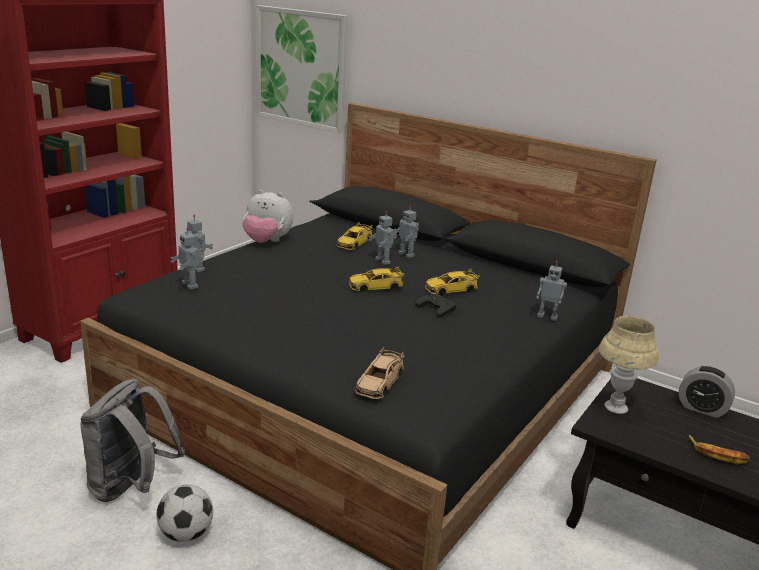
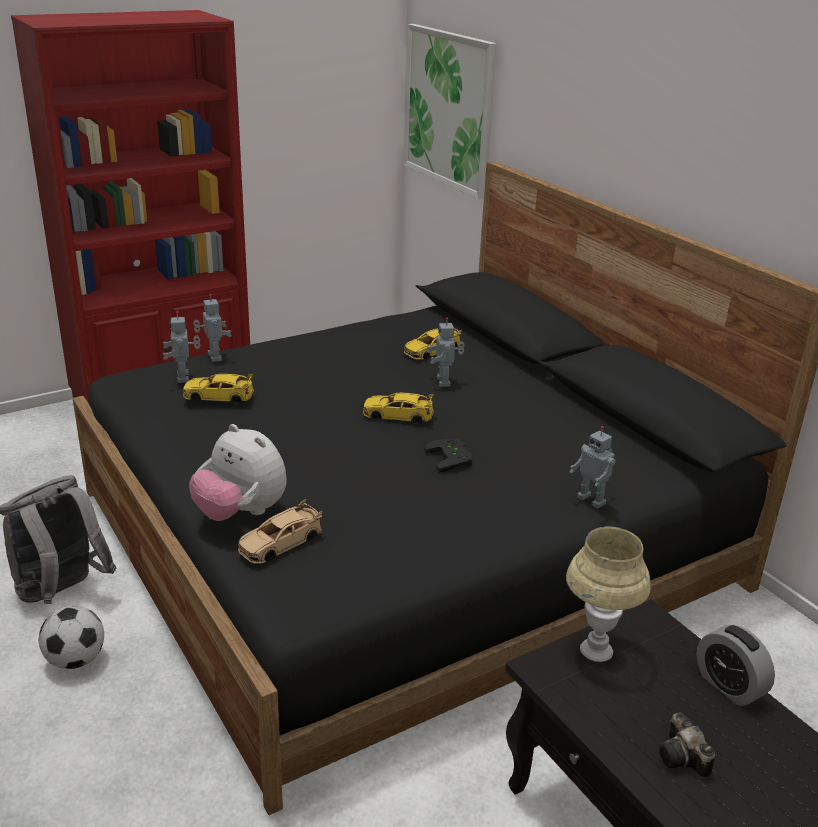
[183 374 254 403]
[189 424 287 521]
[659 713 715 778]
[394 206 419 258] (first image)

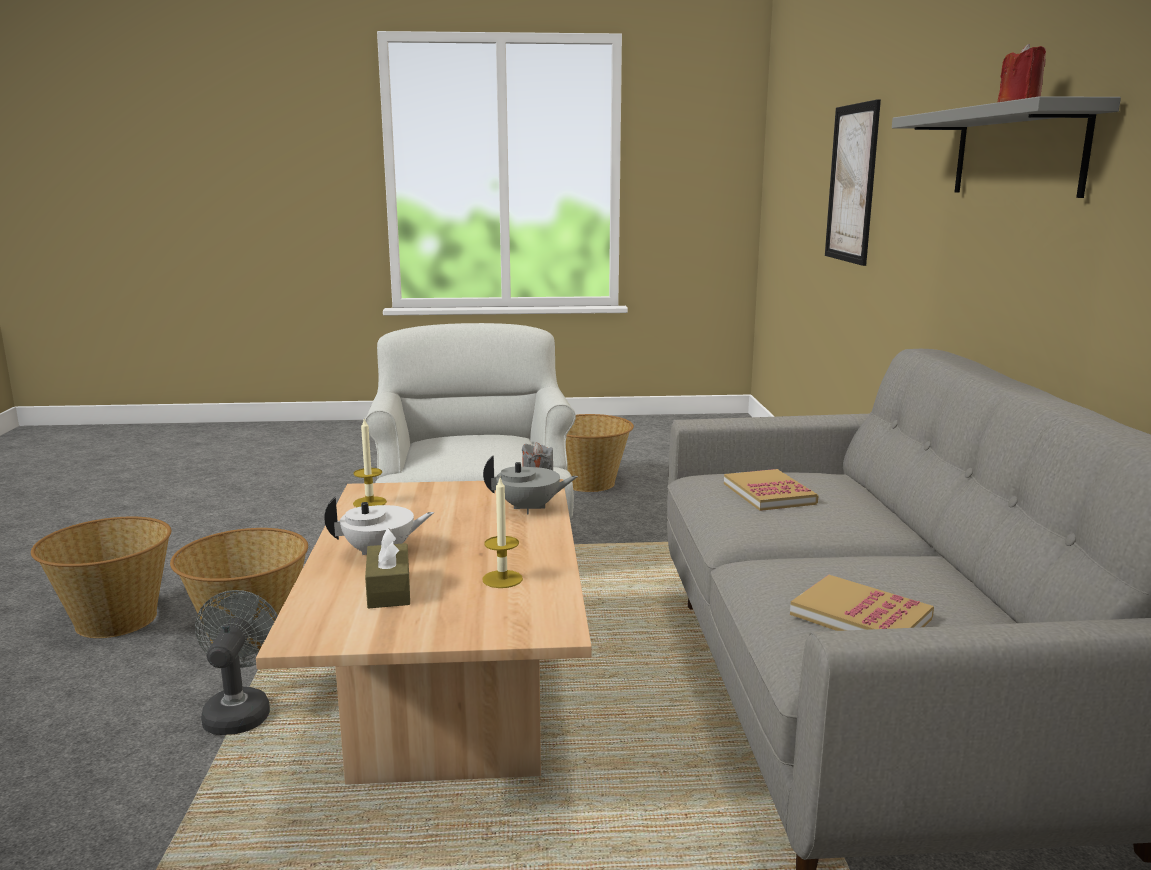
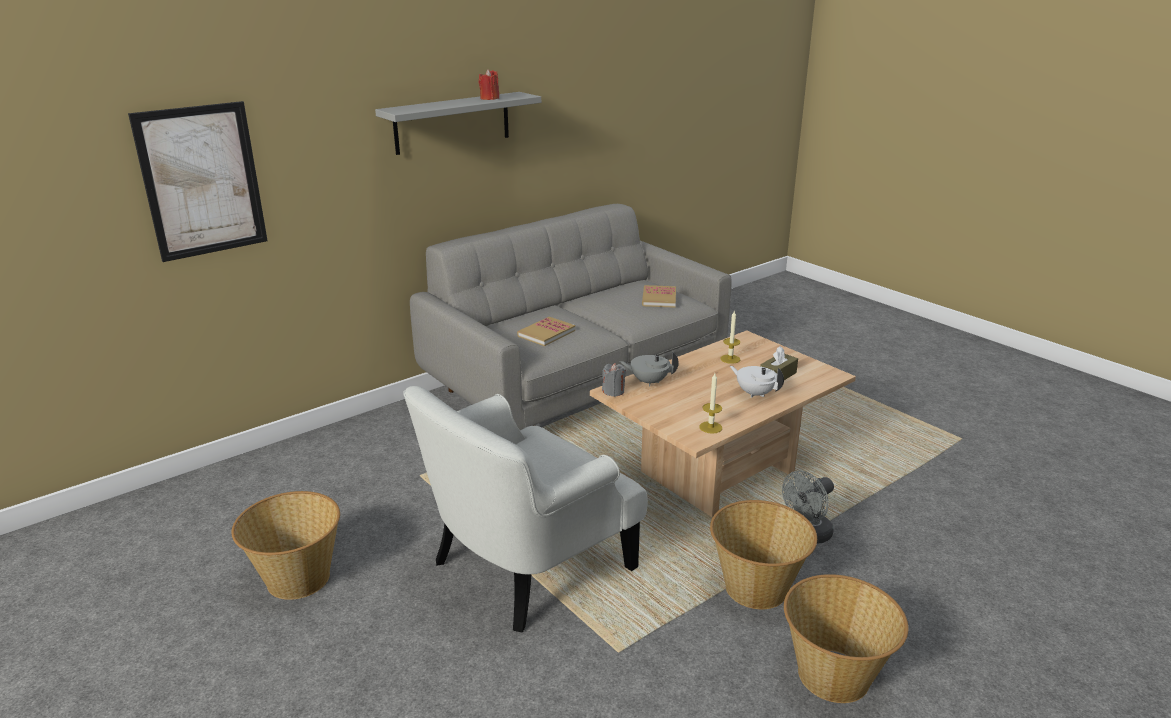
[620 352 679 386]

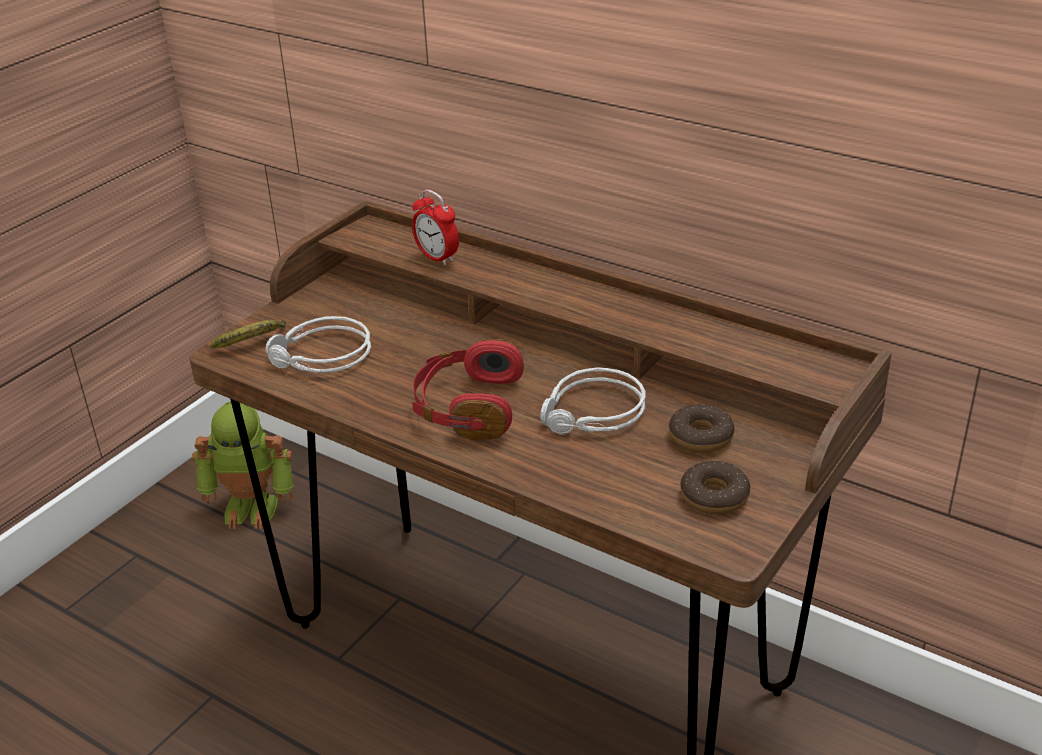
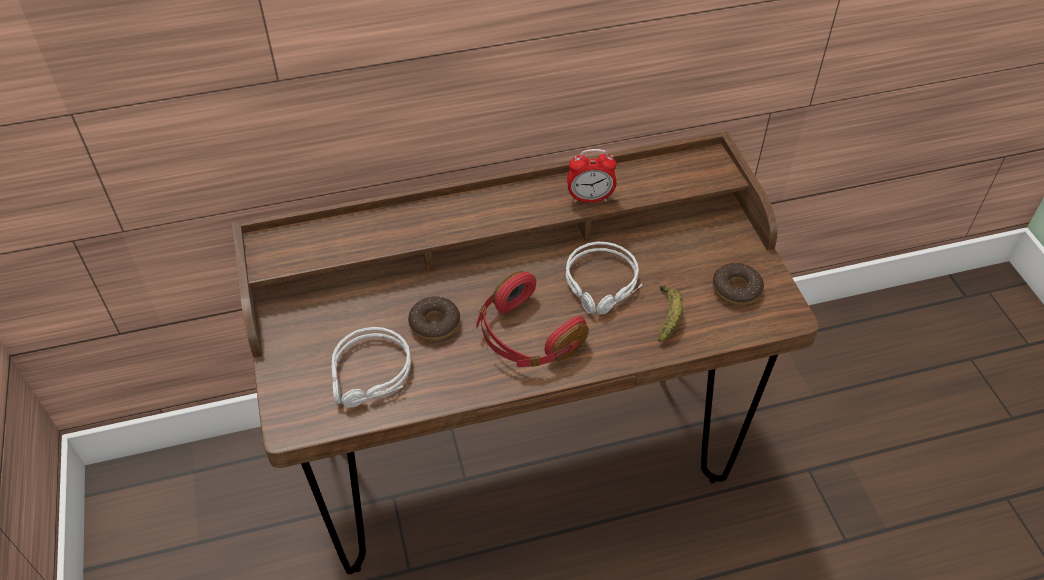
[408 296 460 341]
[567 149 617 203]
[658 285 683 342]
[192 401 294 529] (first image)

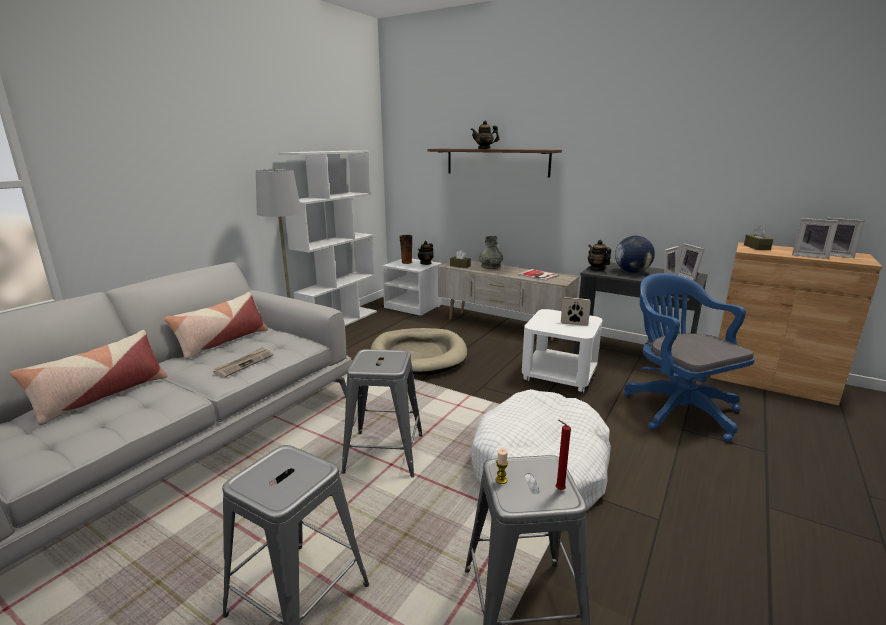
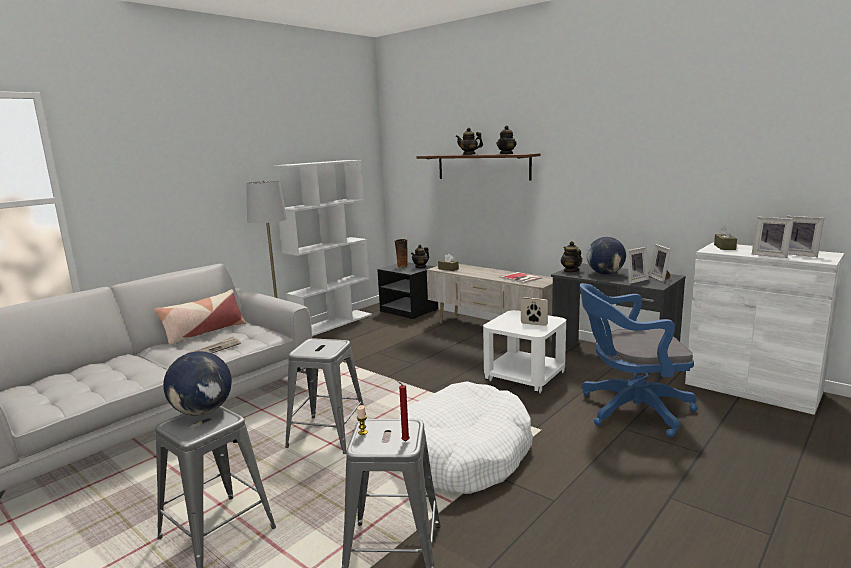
[163 351 232 416]
[377 262 438 319]
[497 126 517 154]
[580 283 698 438]
[685 242 844 415]
[10 330 167 425] (first image)
[371 328 467 375] (first image)
[479 236 503 269] (first image)

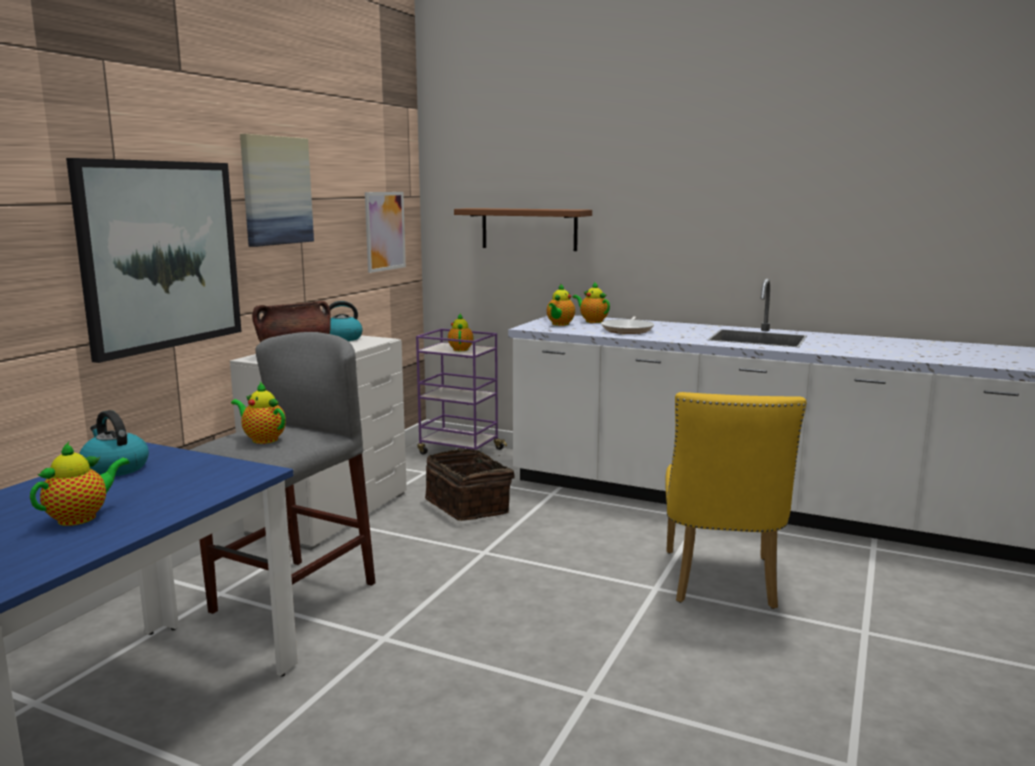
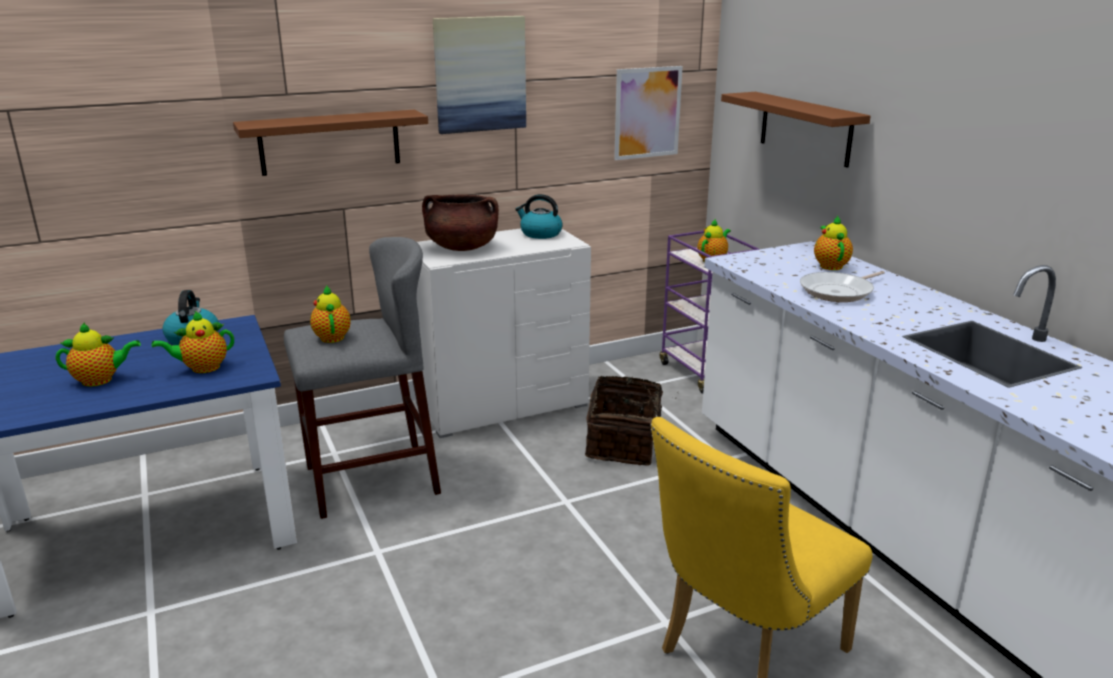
[152 311 234 373]
[233 110 428 176]

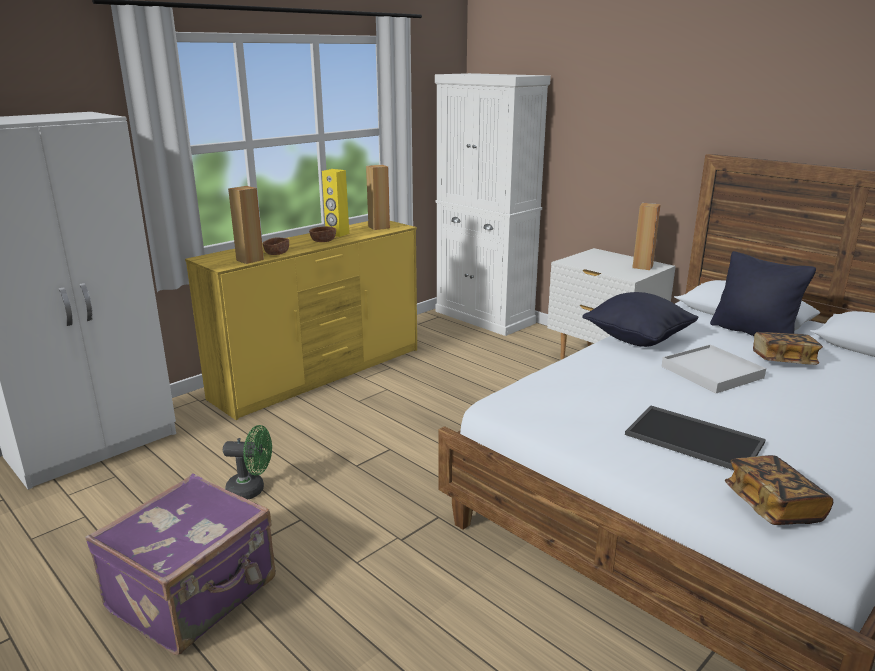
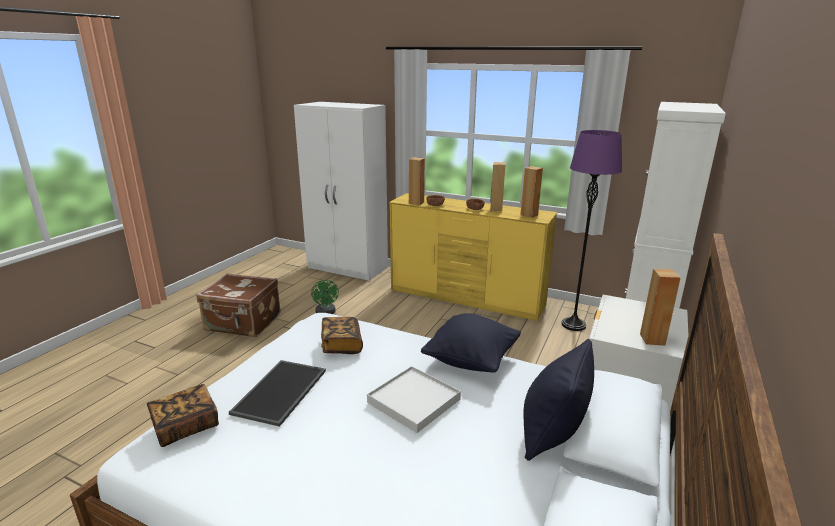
[197 273 281 337]
[321 317 363 354]
[490 162 505 211]
[562 130 622 331]

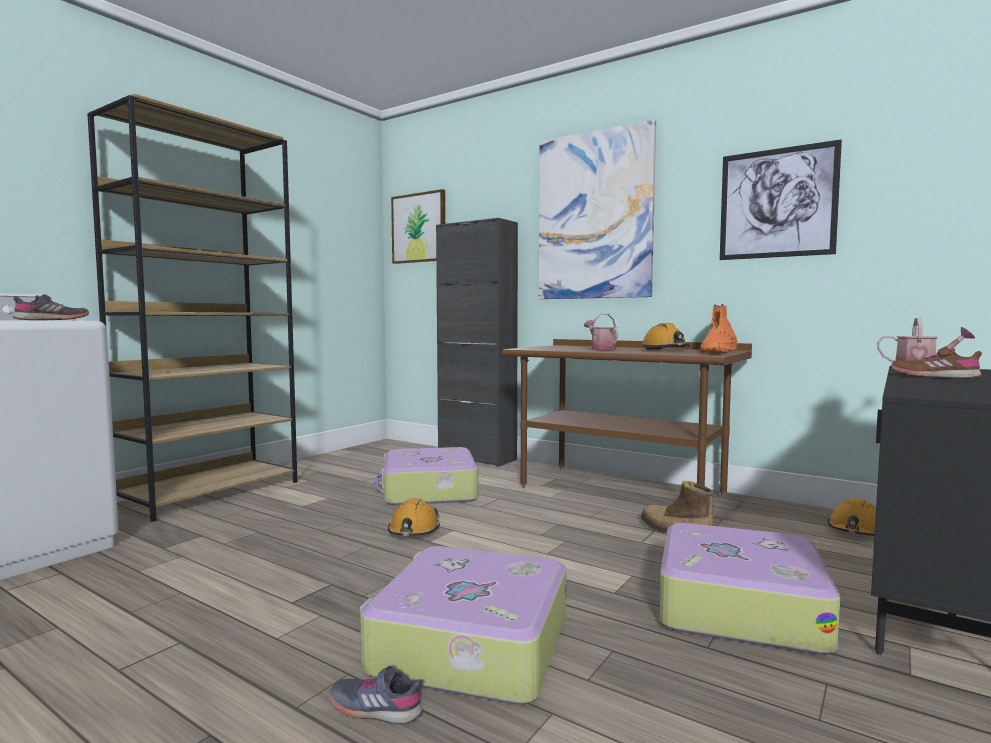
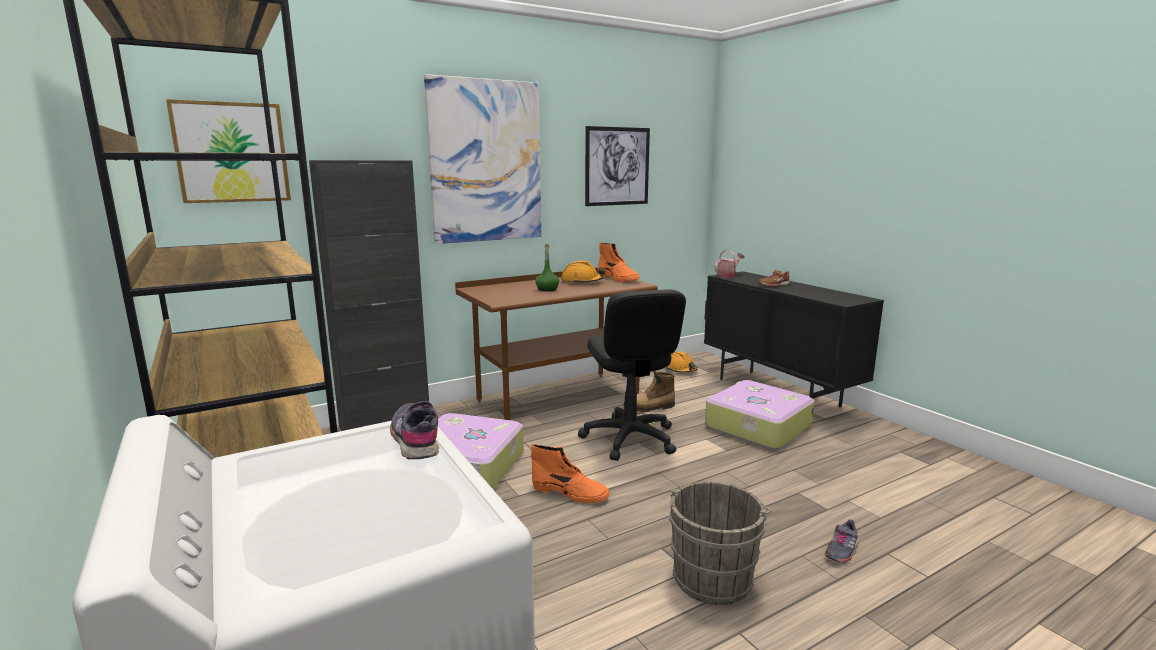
[531 444 610 503]
[535 244 559 291]
[578 289 686 461]
[669 481 771 605]
[360 546 566 704] (first image)

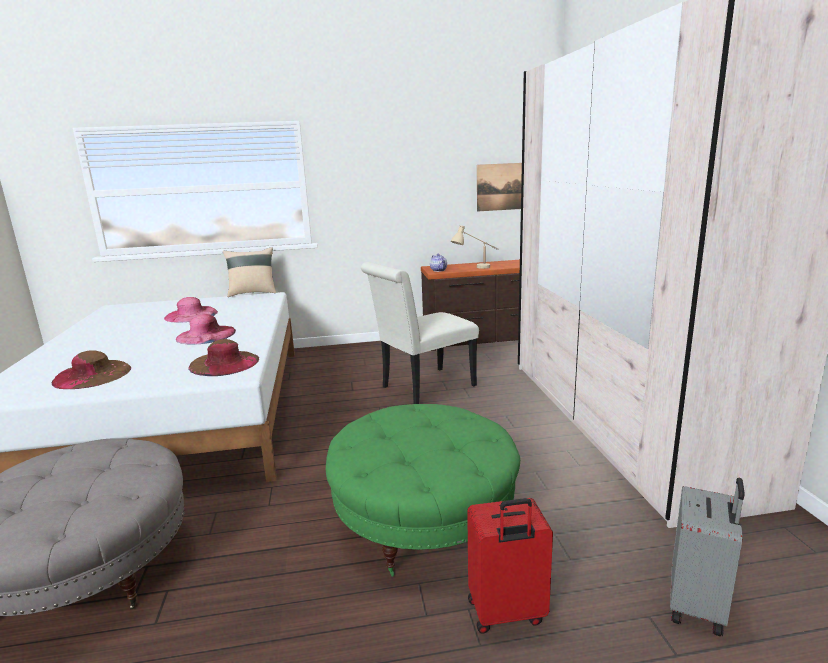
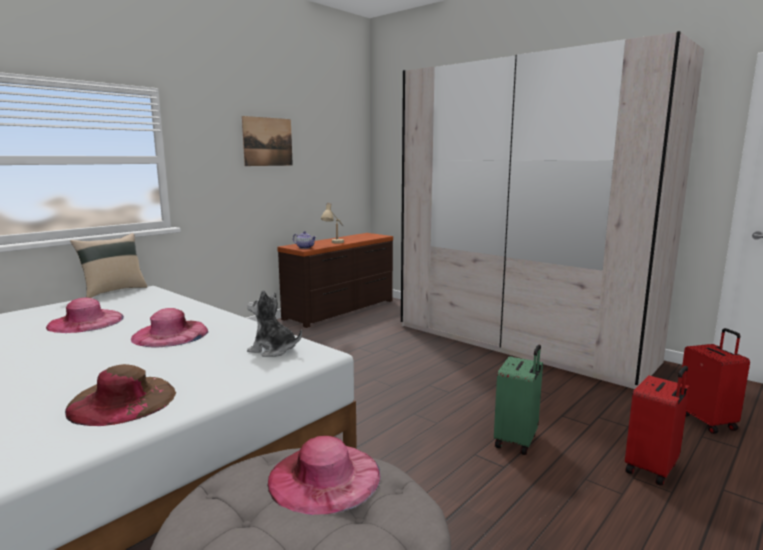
[242 116 293 166]
[247 290 302 357]
[267 436 381 515]
[494 345 543 455]
[681 328 750 434]
[361 262 479 404] (first image)

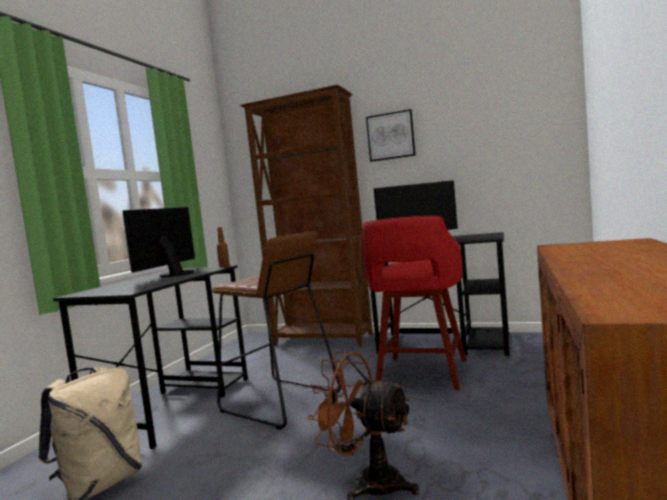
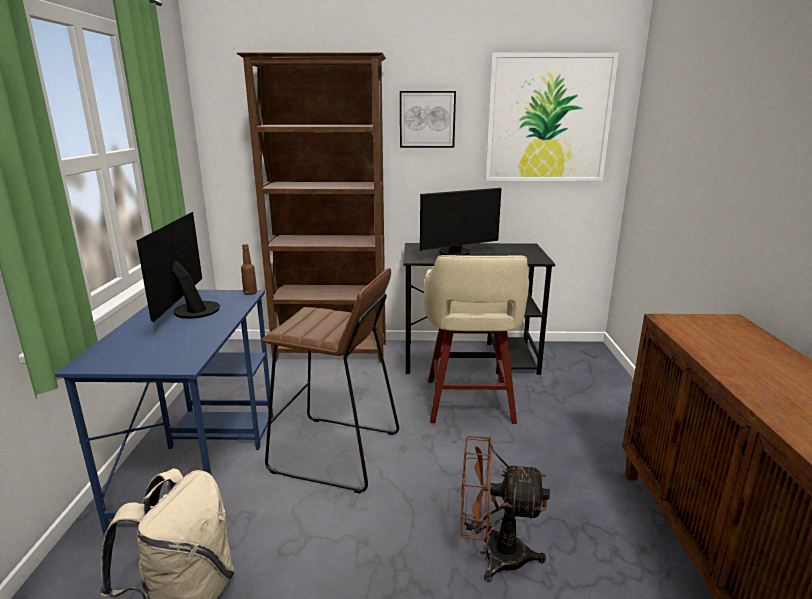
[55 290 273 536]
[424 255 529 424]
[485 53 619 181]

